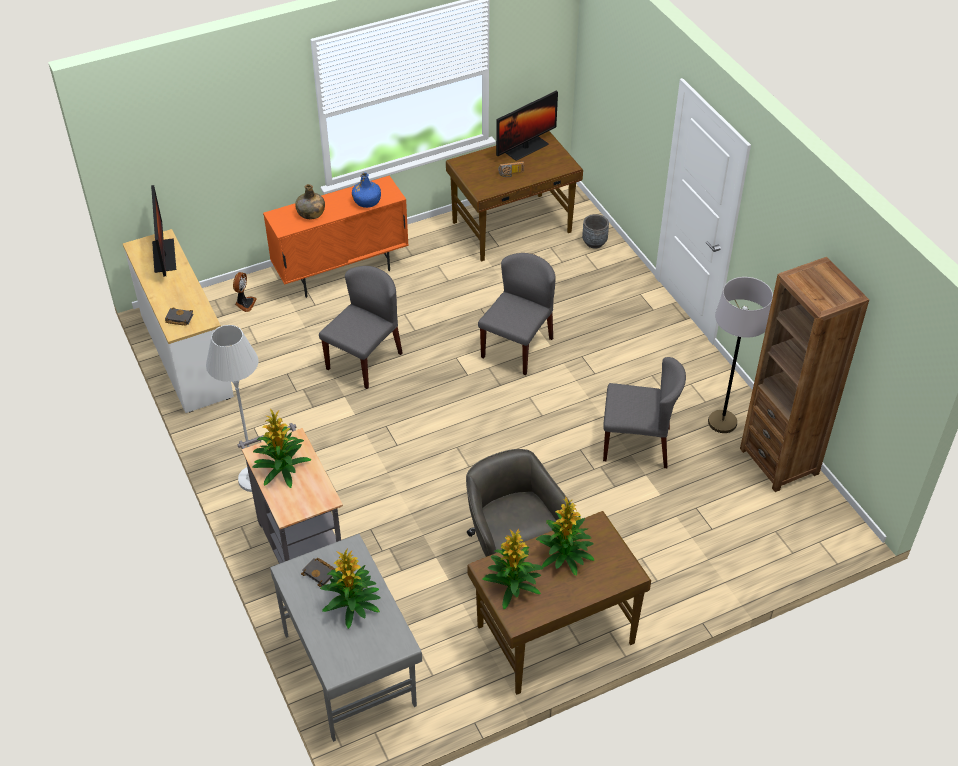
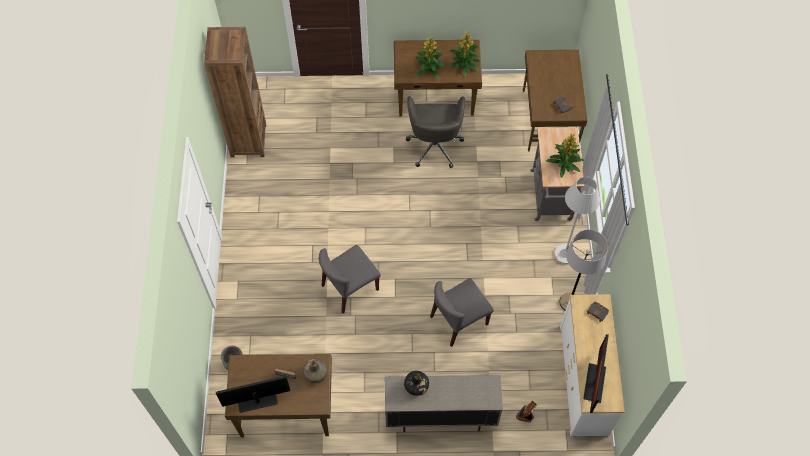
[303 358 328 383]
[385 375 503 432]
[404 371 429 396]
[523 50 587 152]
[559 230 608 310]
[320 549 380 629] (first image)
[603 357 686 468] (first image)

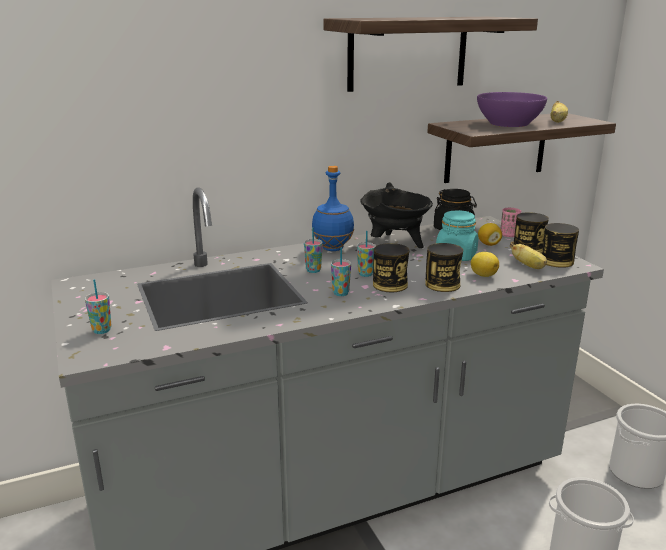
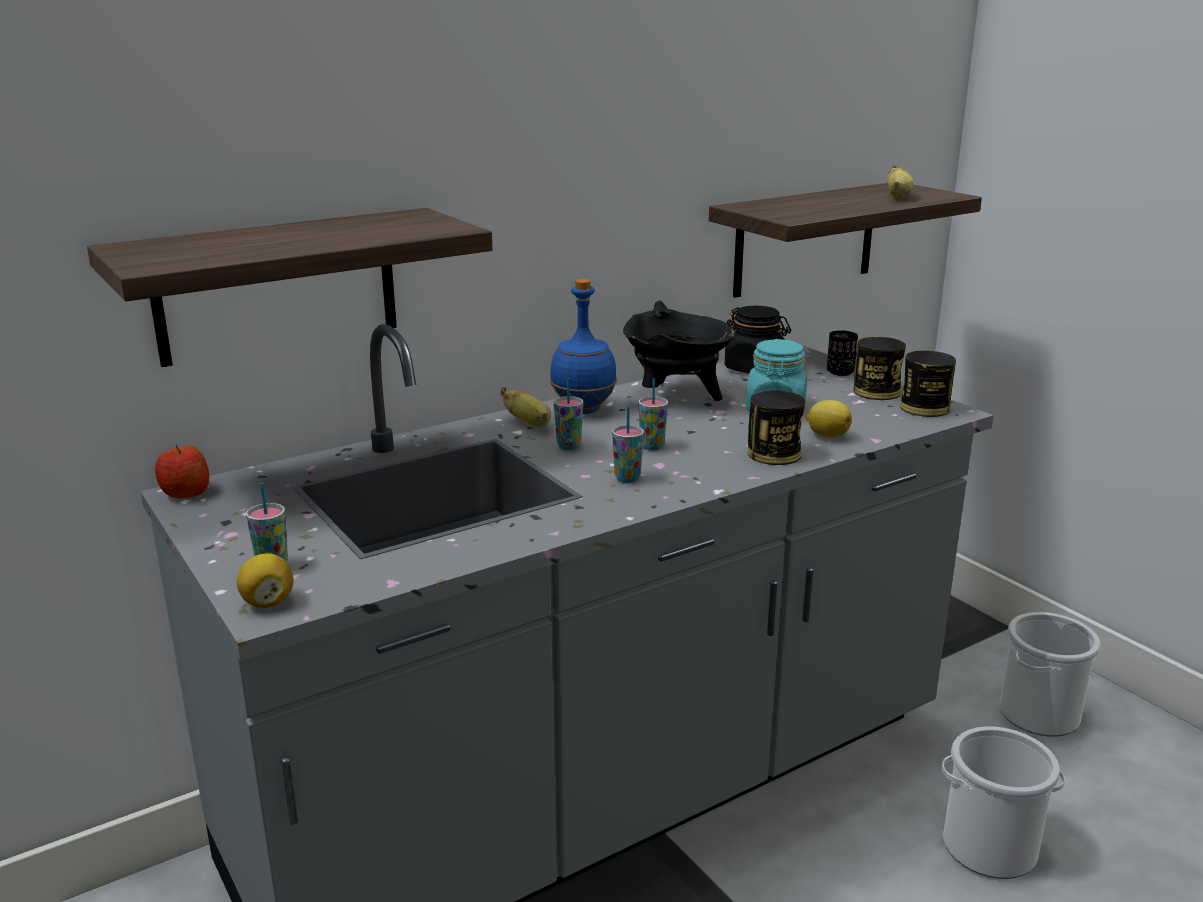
[87 208 493 367]
[155 445 209 498]
[236 553 293 608]
[501 387 551 427]
[827 330 858 376]
[373 243 410 292] (first image)
[477 92 547 127] (first image)

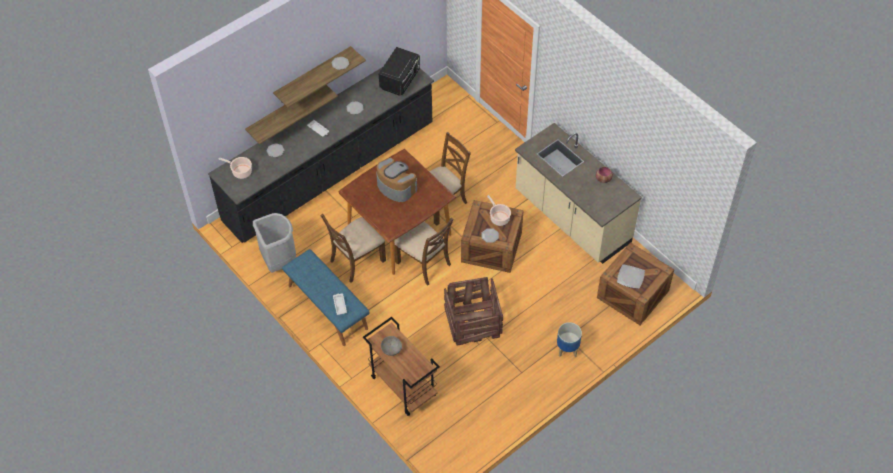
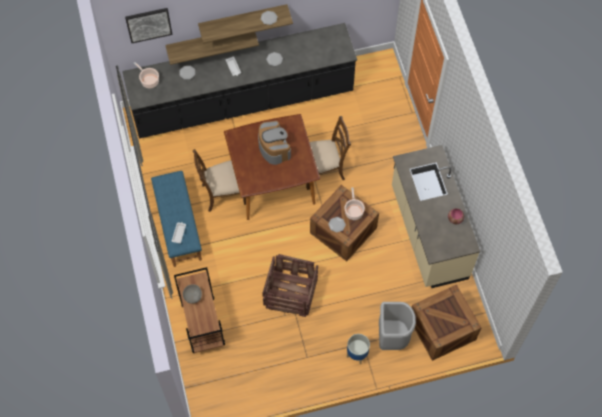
[125 8 173 43]
[379 302 416 350]
[379 47 420 96] (first image)
[395 217 453 286] (first image)
[617 264 645 289] (first image)

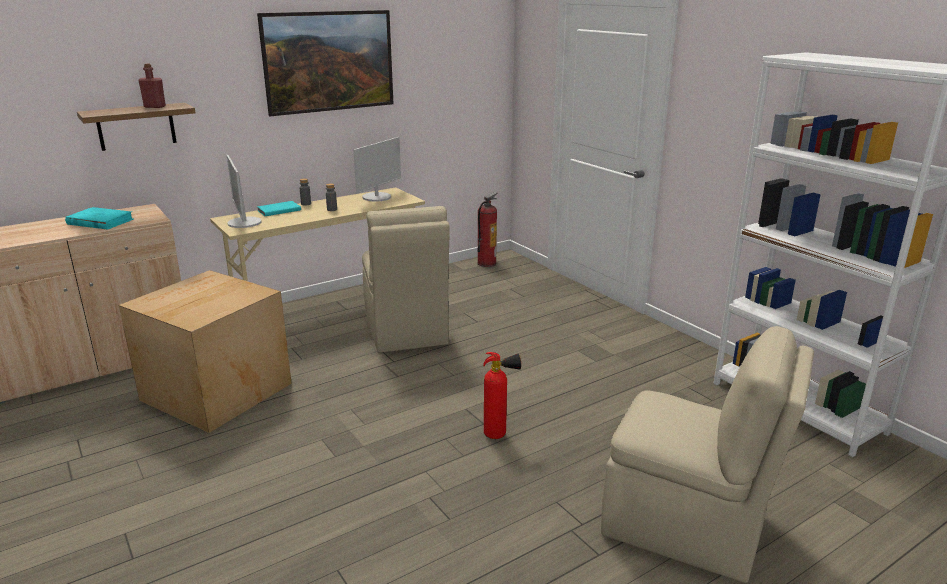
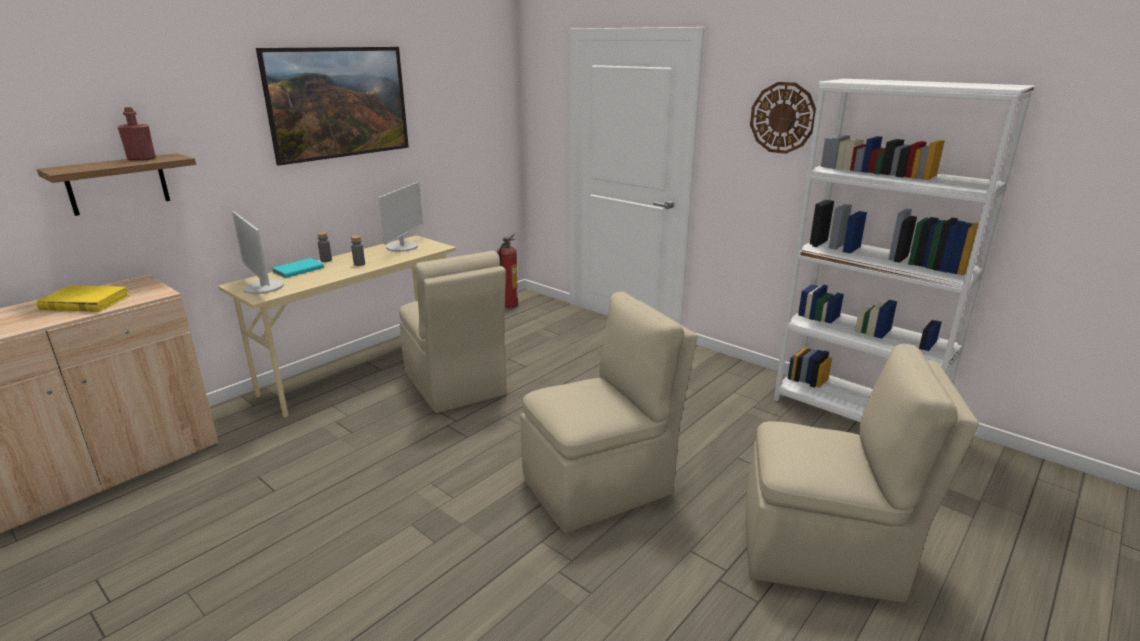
[36 286 130 312]
[521 292 698 533]
[750 82 816 154]
[119 270 292 433] (first image)

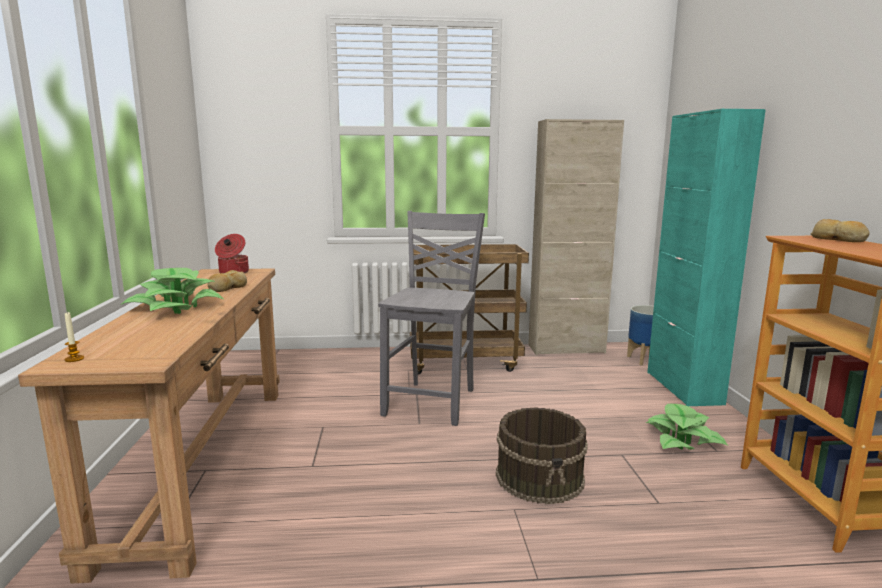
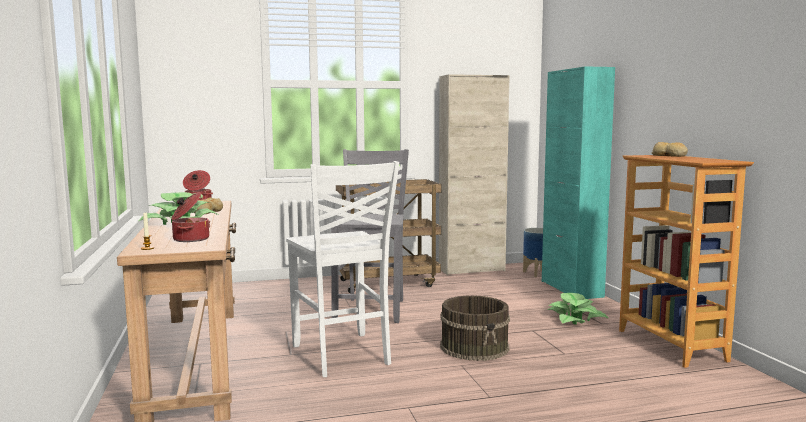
[171 192 210 242]
[286 161 399 377]

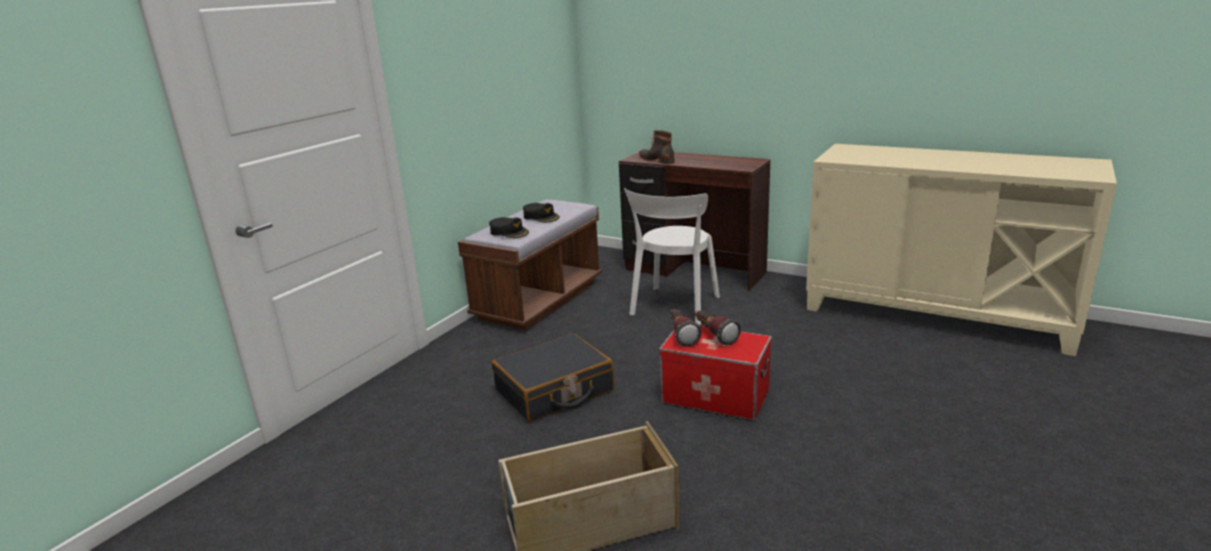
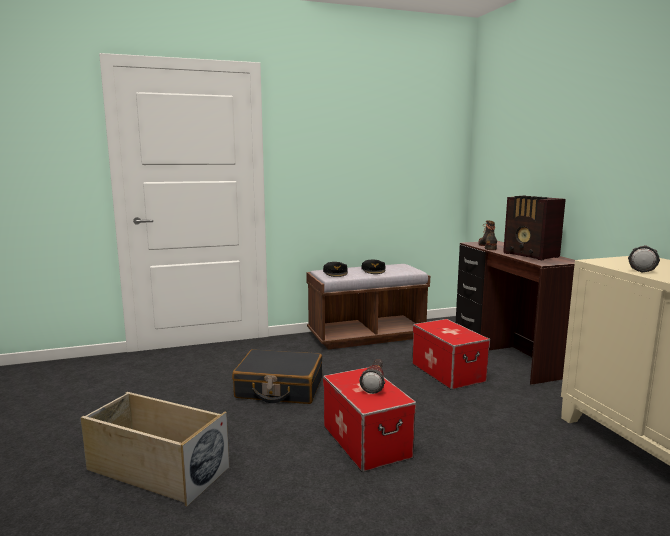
[412 319 490 390]
[503 196 566 260]
[628 245 660 272]

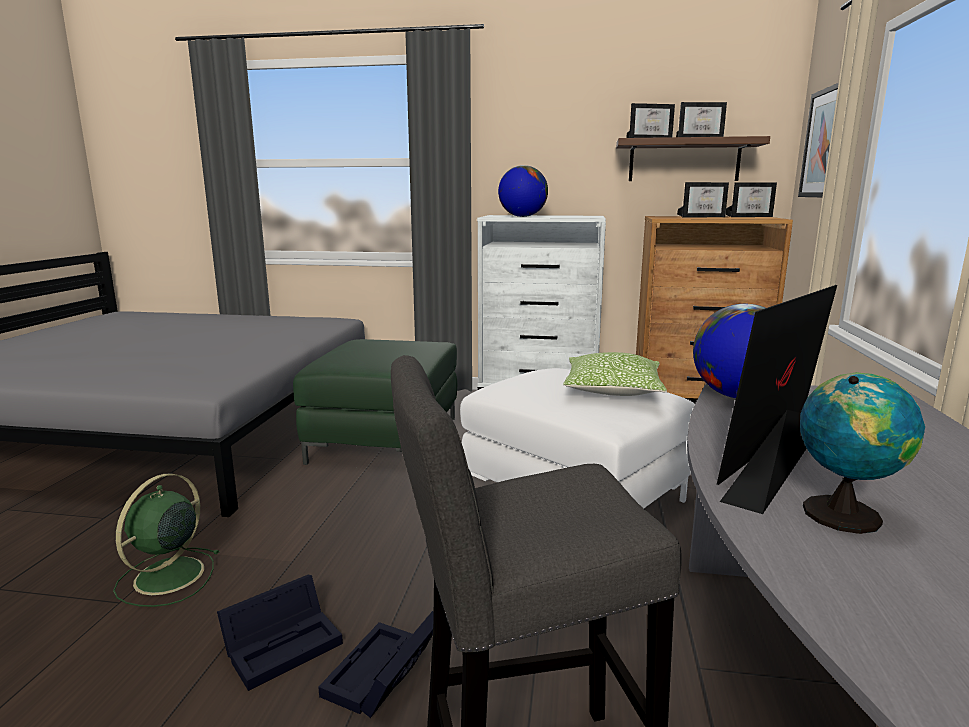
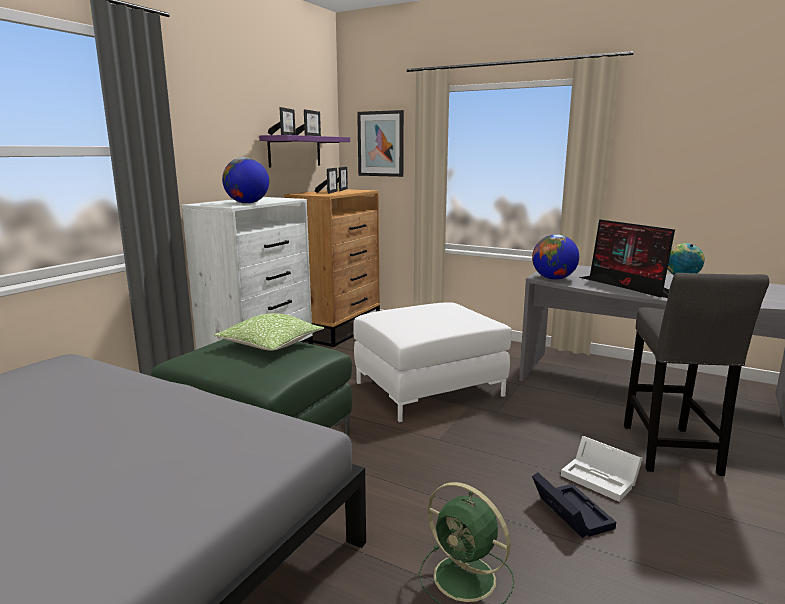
[214 313 324 351]
[259 135 350 167]
[561 436 643 502]

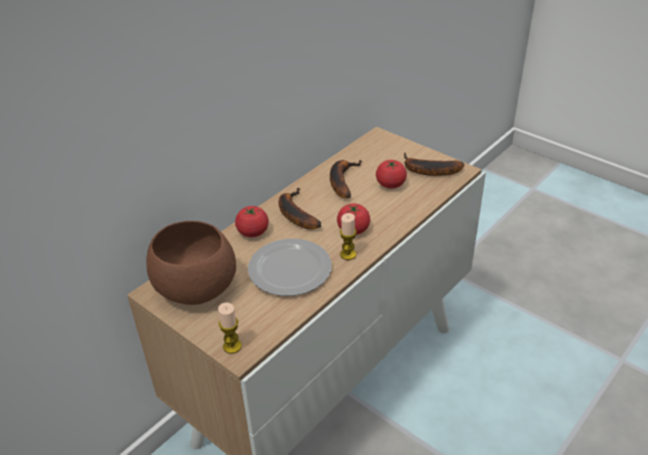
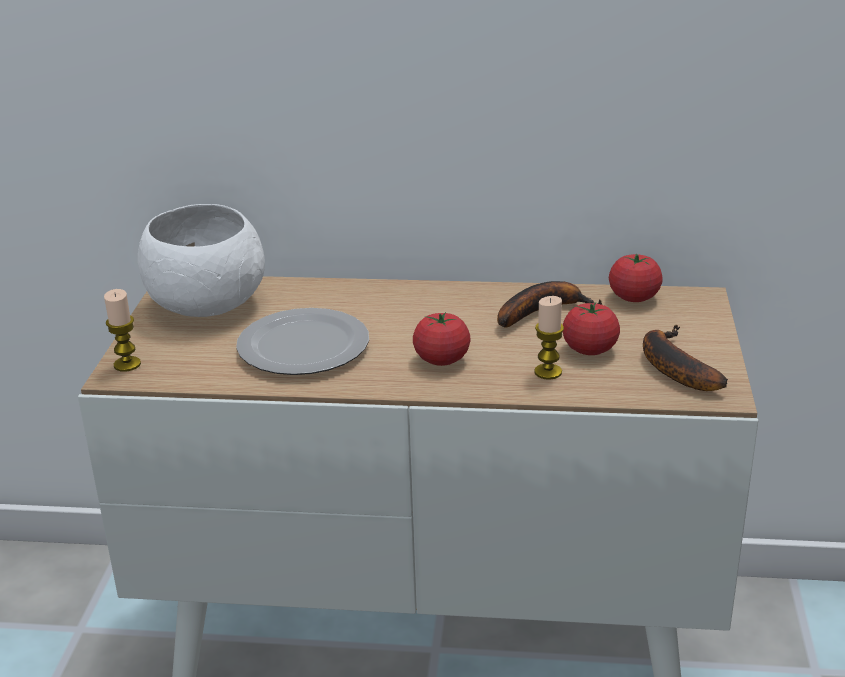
[138 204 265 317]
[534 296 564 380]
[609 253 663 302]
[279 188 321 230] (first image)

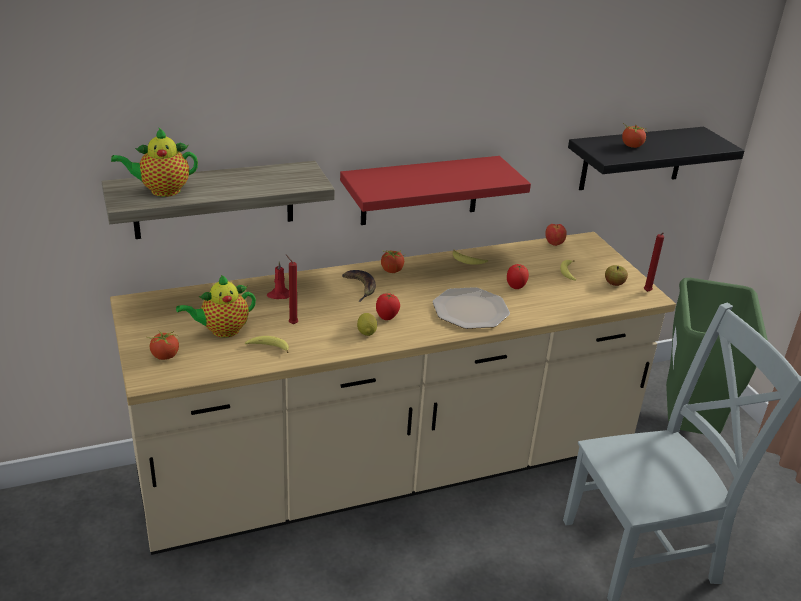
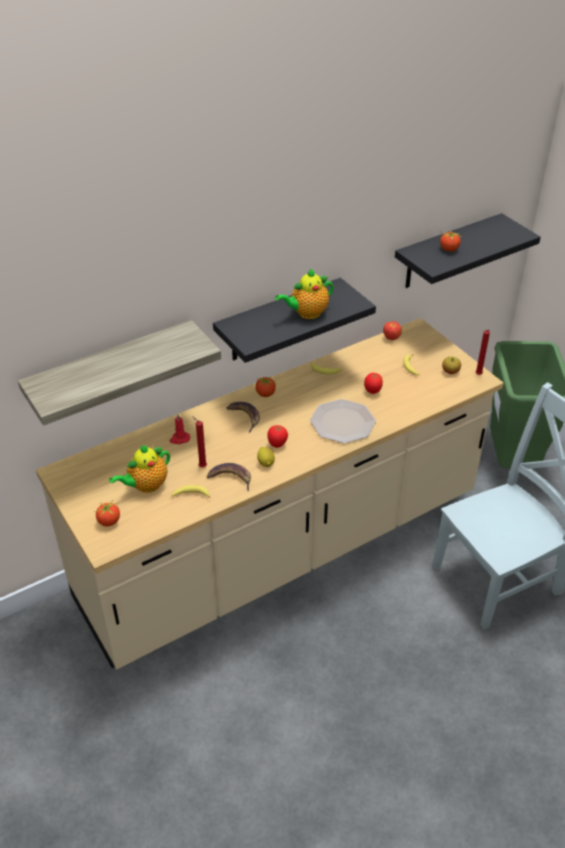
[207 463 251 491]
[213 278 376 363]
[275 269 334 319]

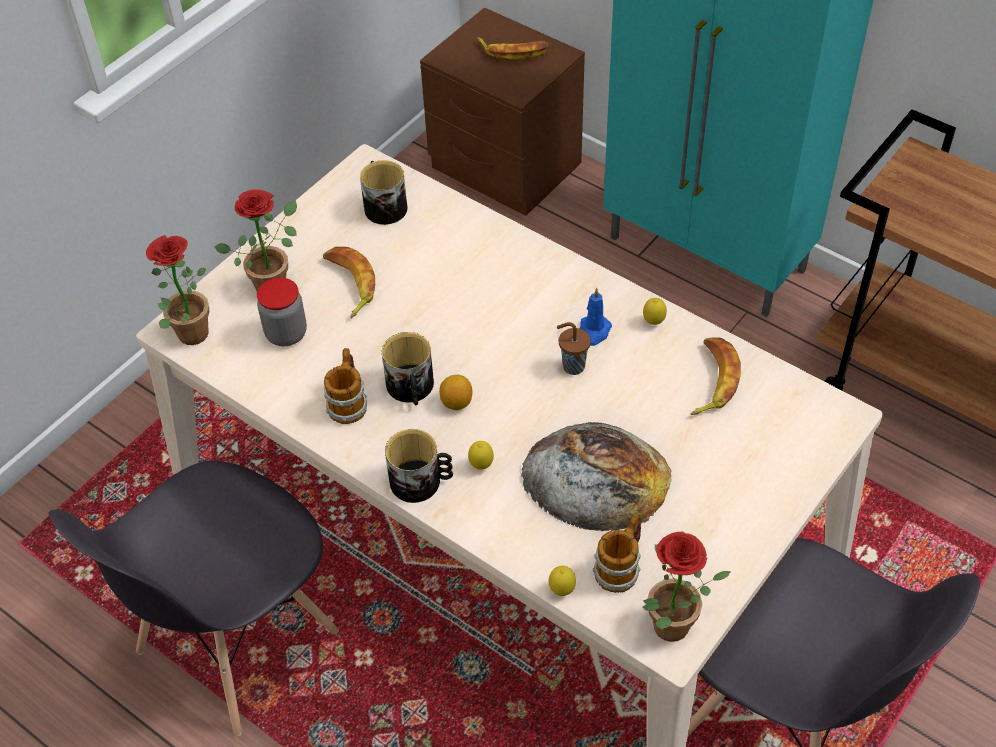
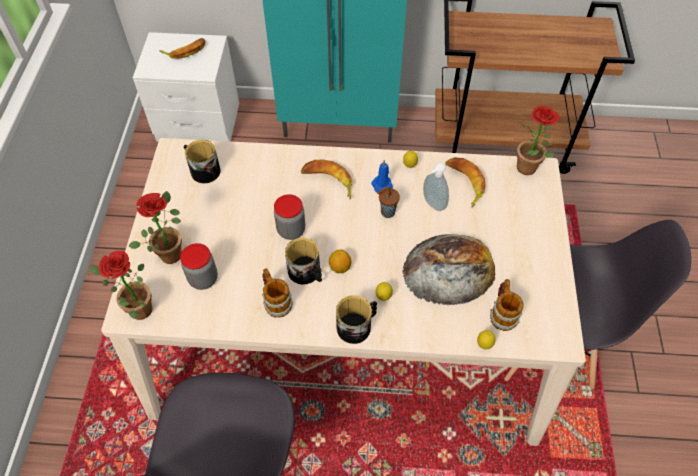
[133 32 239 142]
[274 194 305 240]
[301 160 352 199]
[423 162 449 211]
[517 106 559 175]

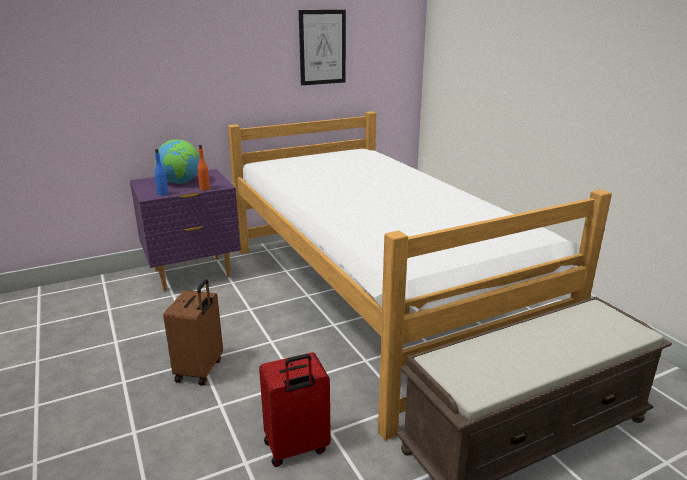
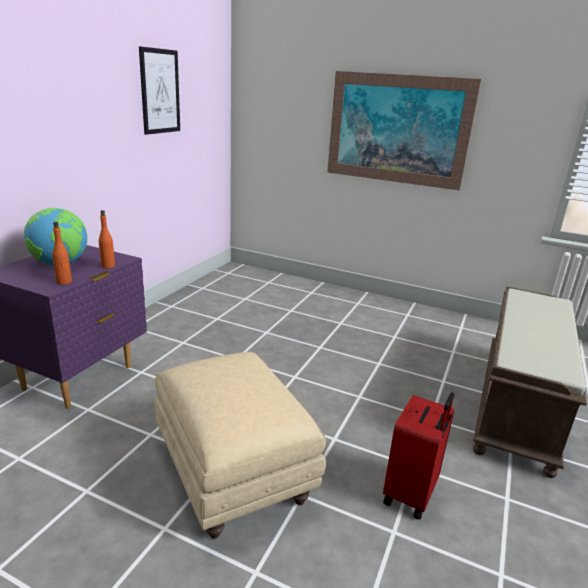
[52 222 72 284]
[154 352 326 539]
[327 71 481 190]
[228 111 612 440] (first image)

